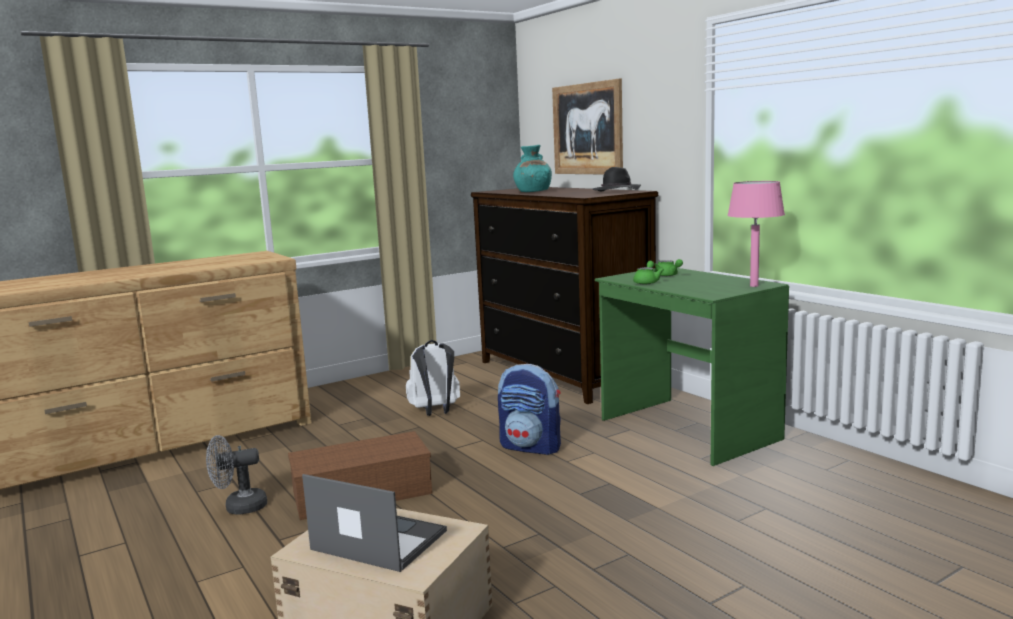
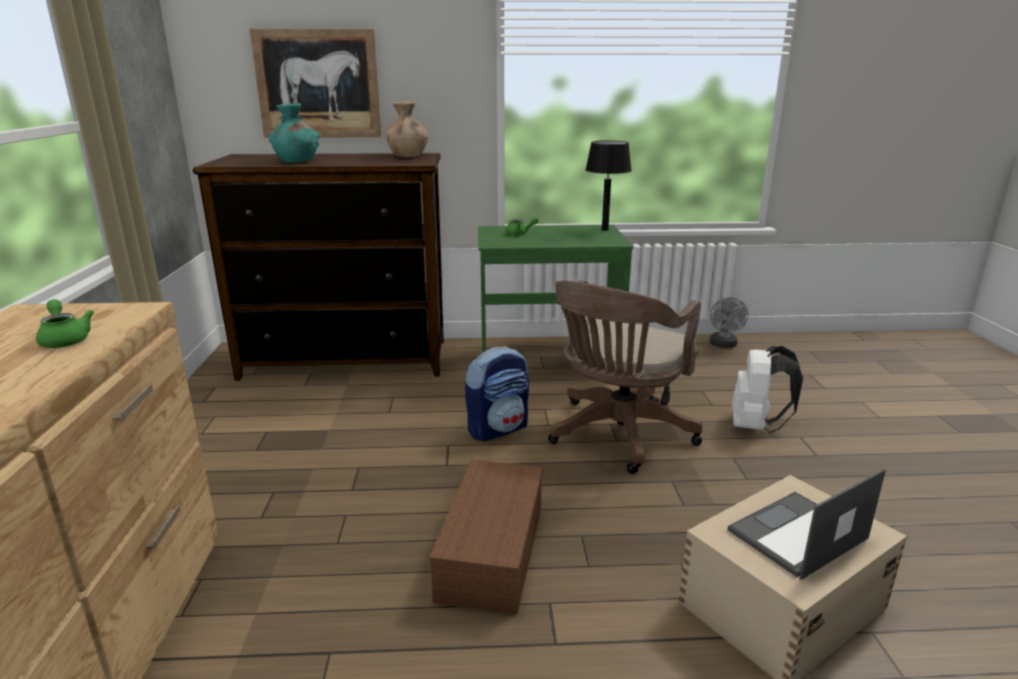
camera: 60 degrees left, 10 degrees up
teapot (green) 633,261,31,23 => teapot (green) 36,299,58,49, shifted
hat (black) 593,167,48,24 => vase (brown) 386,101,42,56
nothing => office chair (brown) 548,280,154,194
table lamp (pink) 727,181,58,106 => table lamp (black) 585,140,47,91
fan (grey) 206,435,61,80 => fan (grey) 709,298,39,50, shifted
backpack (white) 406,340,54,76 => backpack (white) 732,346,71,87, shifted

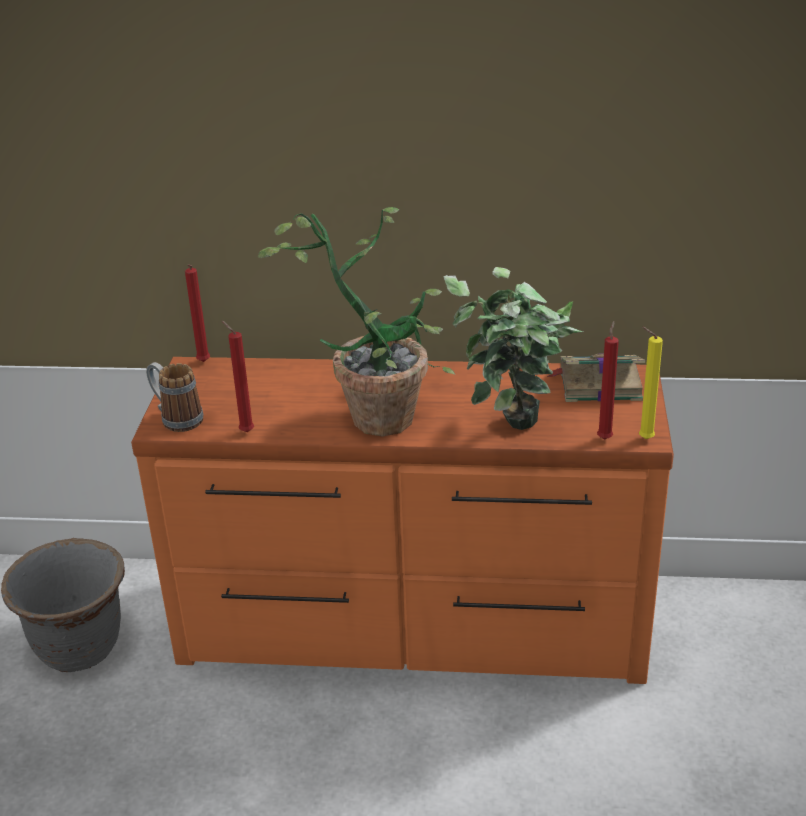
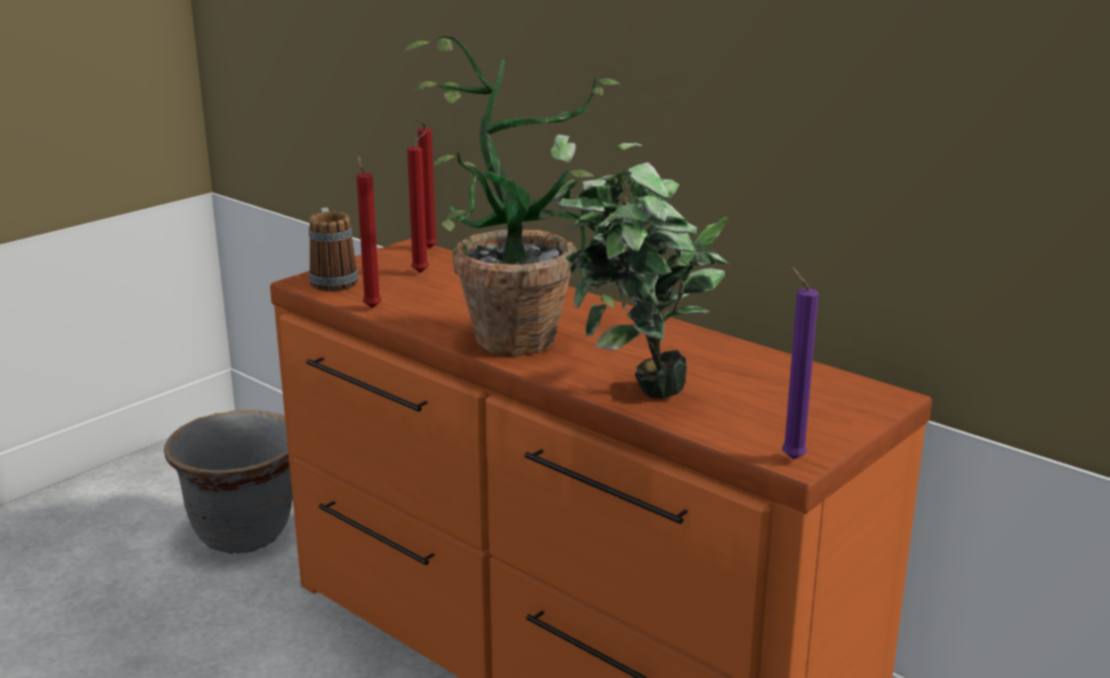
camera: 35 degrees right, 10 degrees down
candle (red) 597,321,22,118 => candle (red) 407,131,22,142, shifted
candle (yellow) 639,327,24,112 => candle (purple) 782,267,37,192
book 547,353,98,49 => nothing

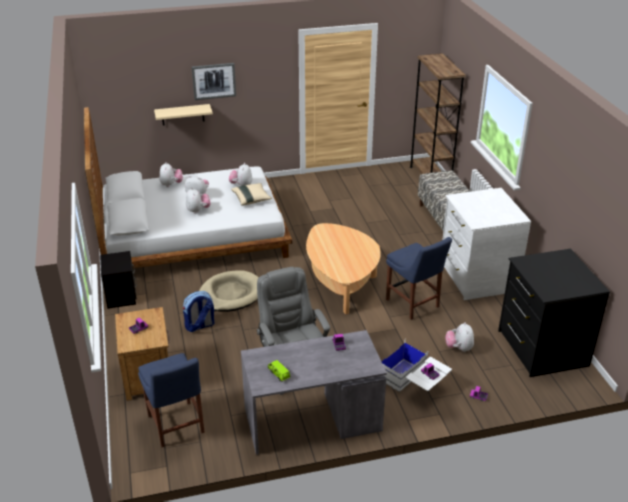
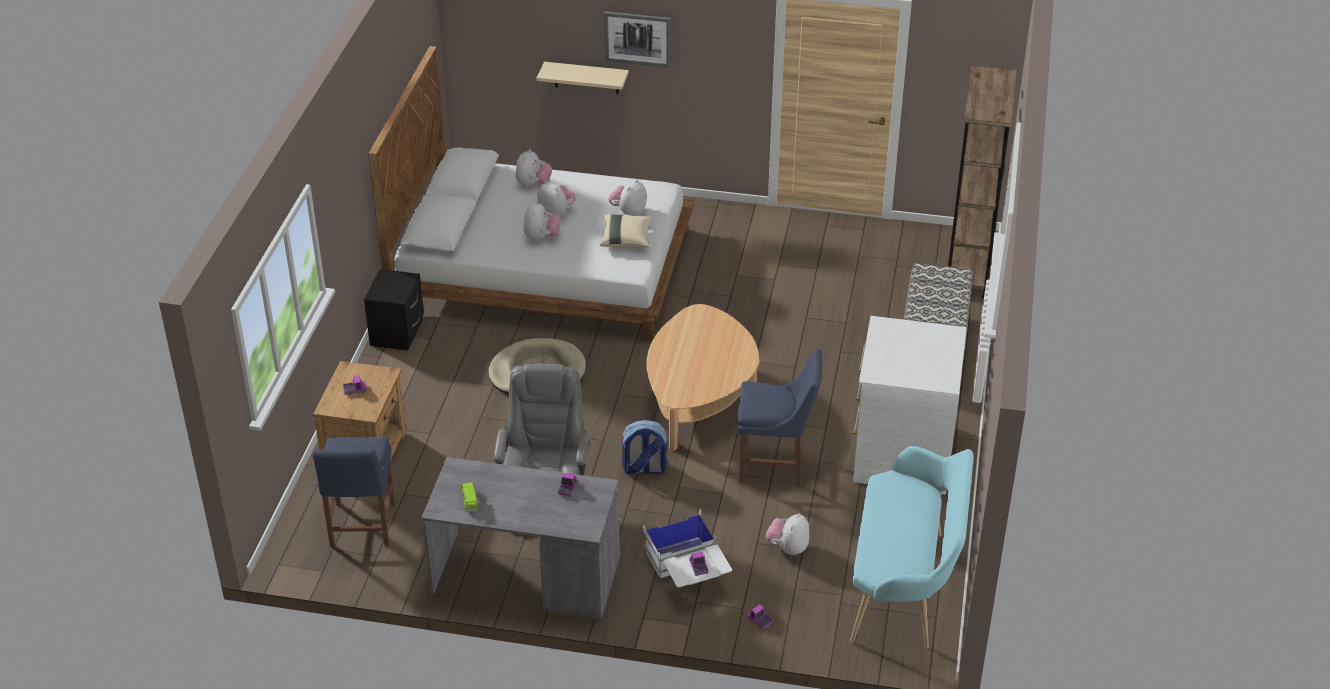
camera: 25 degrees right, 5 degrees up
backpack 183,291,31,41 => backpack 621,420,46,55, shifted
chair (blue) 386,237,66,83 => chair (blue) 737,349,85,138, 75 degrees counterclockwise
dresser (black) 498,249,112,128 => bench (turquoise) 850,446,124,202

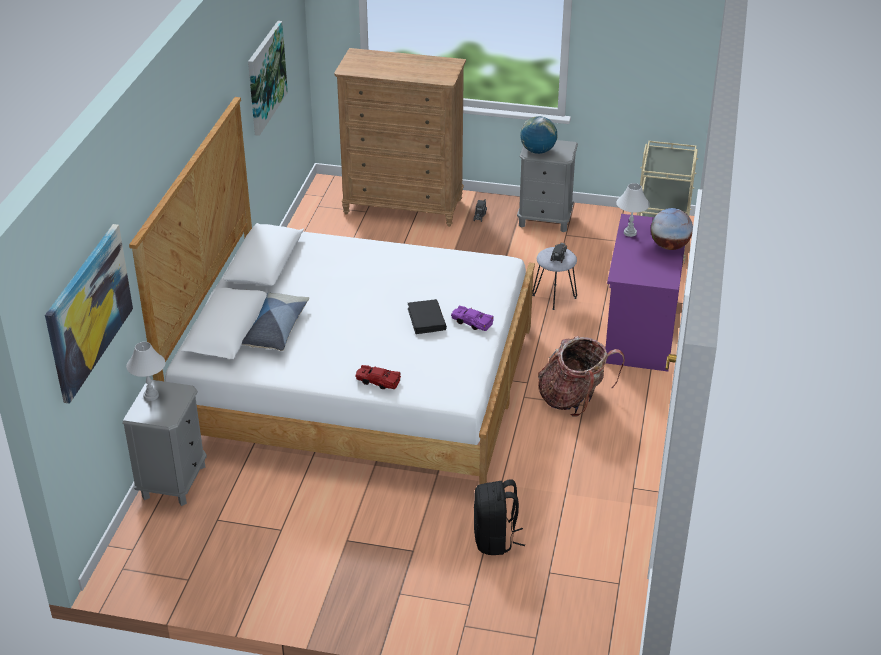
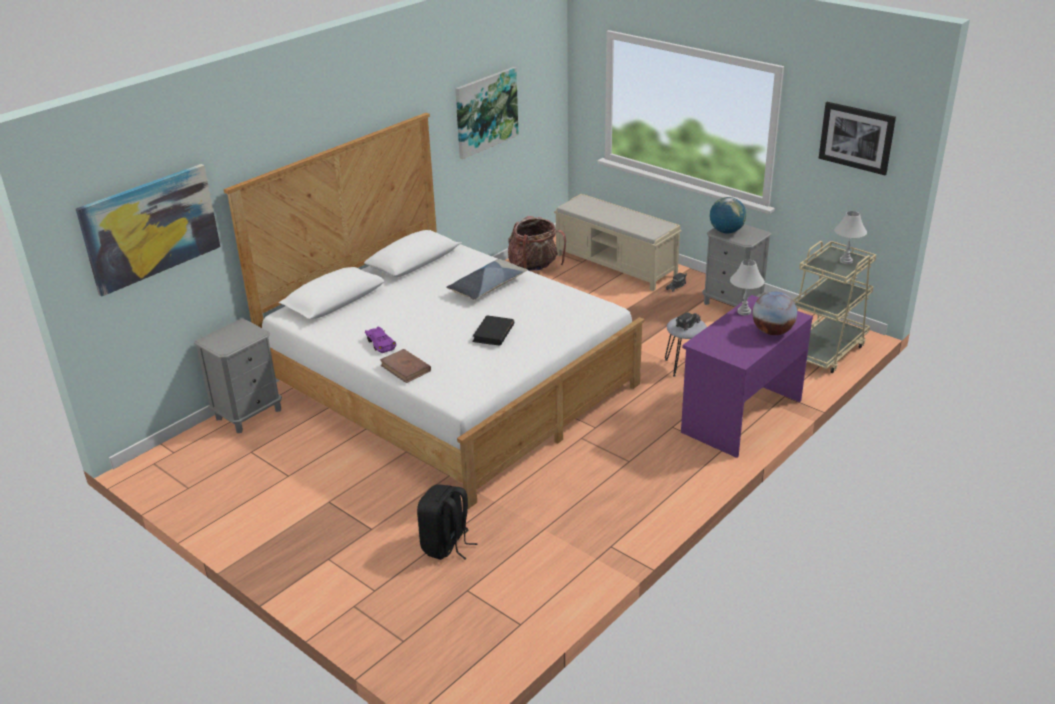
camera: 30 degrees right, 5 degrees down
toy car (purple) 451,306,43,25 => toy car (purple) 365,326,32,27, shifted
toy car (red) 355,365,46,24 => book (brown) 380,349,51,34
pillow 242,292,67,59 => pillow 446,259,82,41, shifted
backpack 538,336,87,81 => backpack 508,216,58,55, shifted
dresser (brown) 334,48,132,179 => bench (beige) 554,194,128,97
nothing => picture 819,102,77,73
table lamp (white) 126,342,39,59 => table lamp (white) 834,211,33,53, shifted

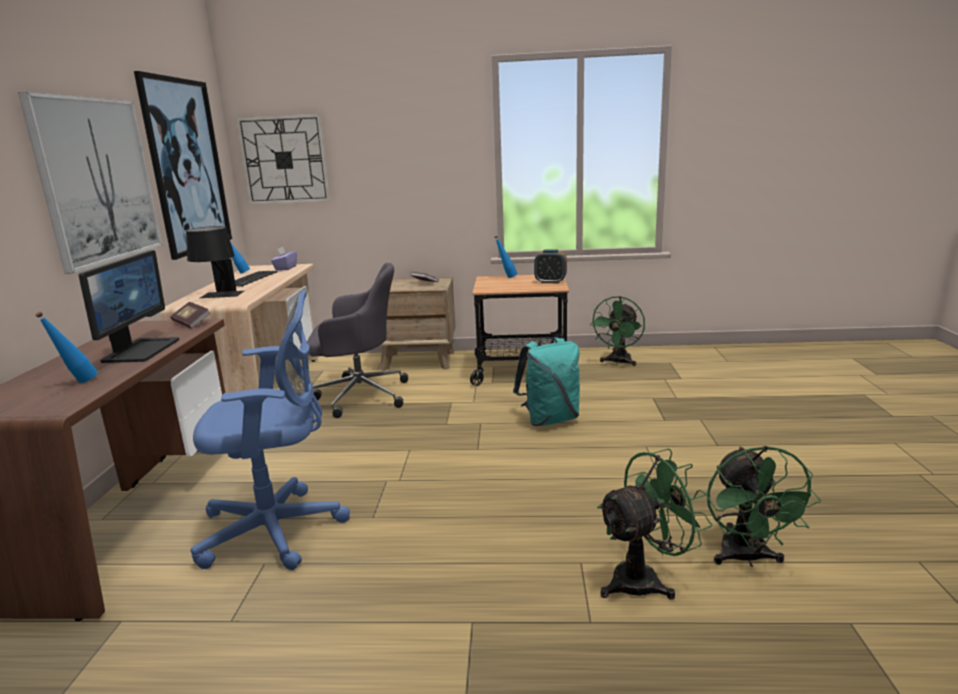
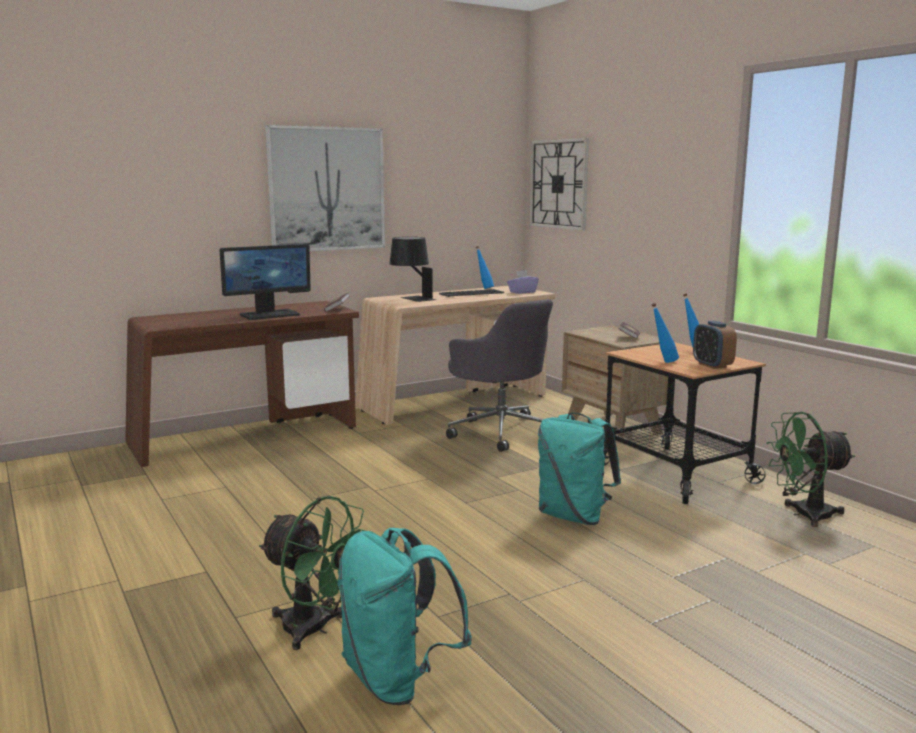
camera: 55 degrees right, 5 degrees down
fan (green) 707,446,114,121 => backpack (turquoise) 338,528,134,177
bottle (blue) 35,312,63,71 => bottle (blue) 652,303,27,60, shifted
picture 134,71,98,189 => nothing
office chair (blue) 190,290,160,280 => nothing

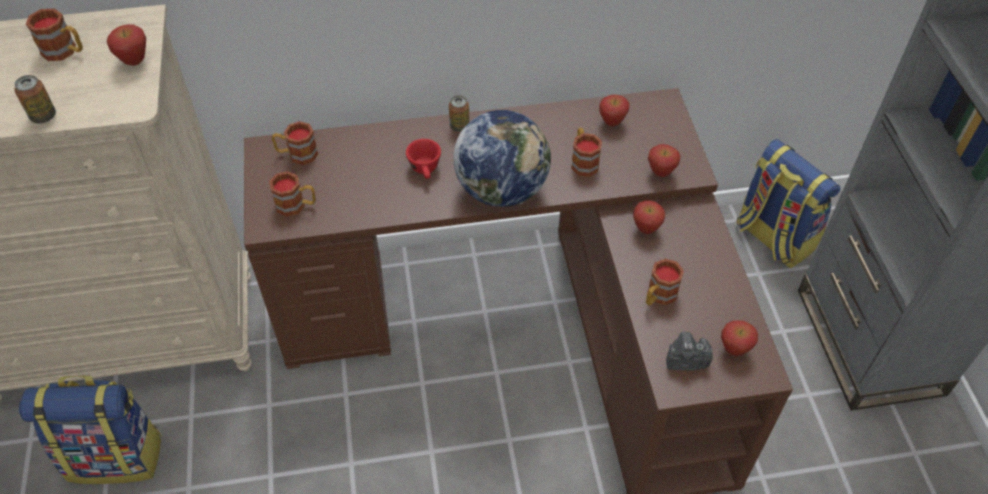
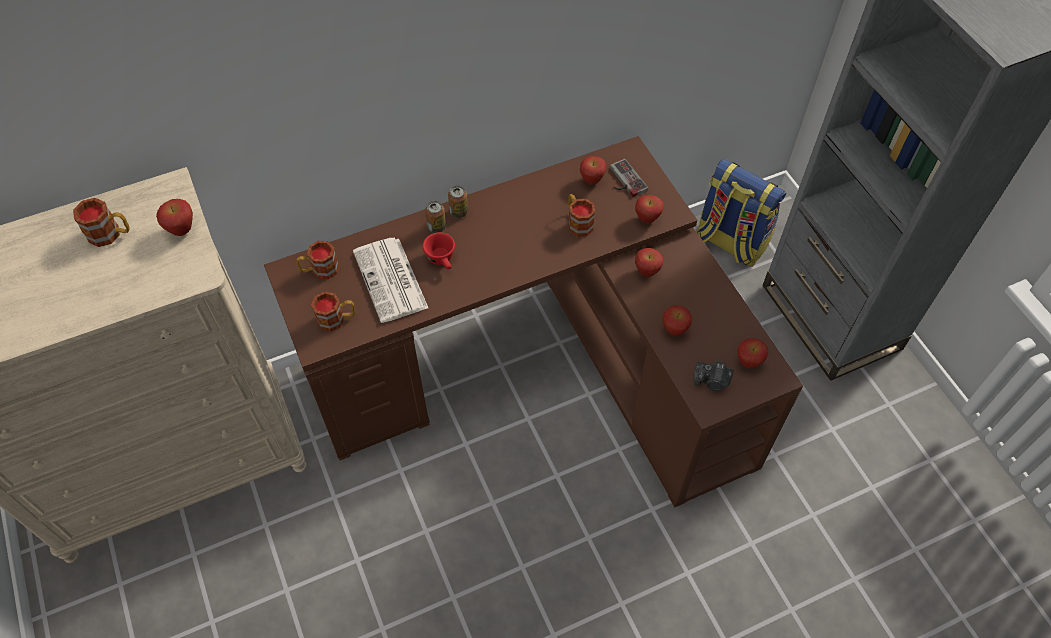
camera: 15 degrees left, 5 degrees up
nothing => newspaper 353,238,75,85
can 14,75,42,49 => can 425,201,21,32, shifted
nothing => game controller 610,159,38,38
mug 646,259,38,47 => apple 663,305,29,31
photo camera 666,332,47,38 => photo camera 693,361,41,30, 150 degrees counterclockwise
backpack 19,375,143,109 => nothing
globe 453,110,98,97 => nothing

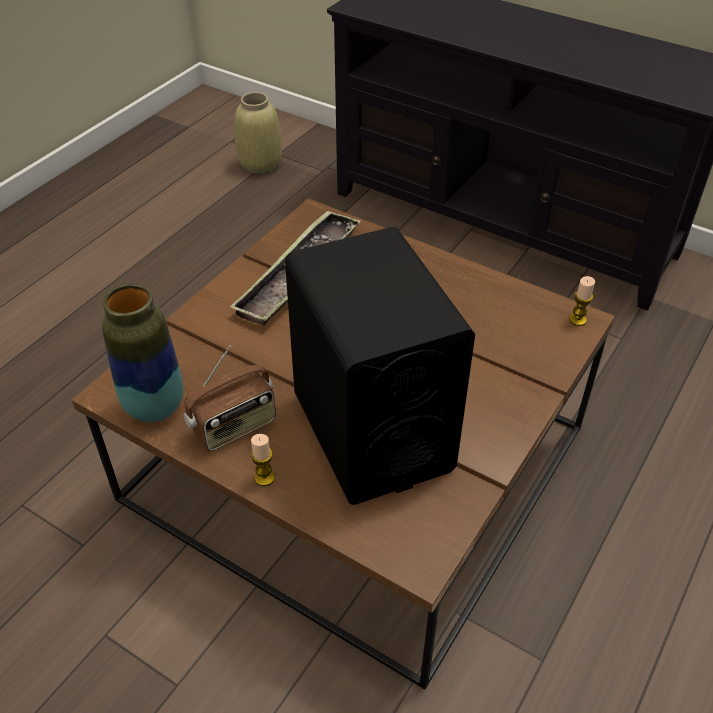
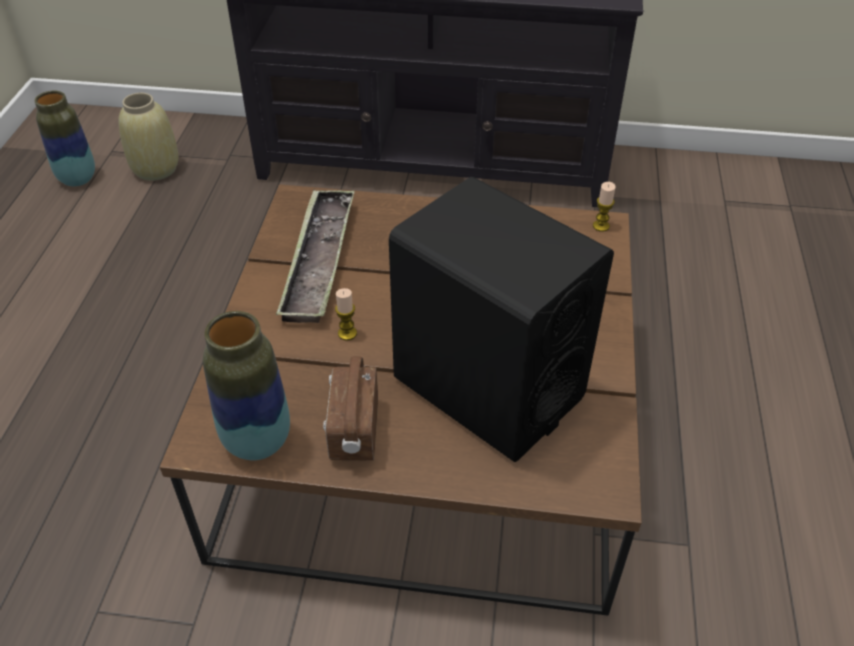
camera: 25 degrees left, 0 degrees up
nothing => vase 35,91,60,96
radio 183,346,93,105 => radio 323,356,55,104, 150 degrees clockwise
candle 251,434,24,52 => candle 335,288,22,52, shifted

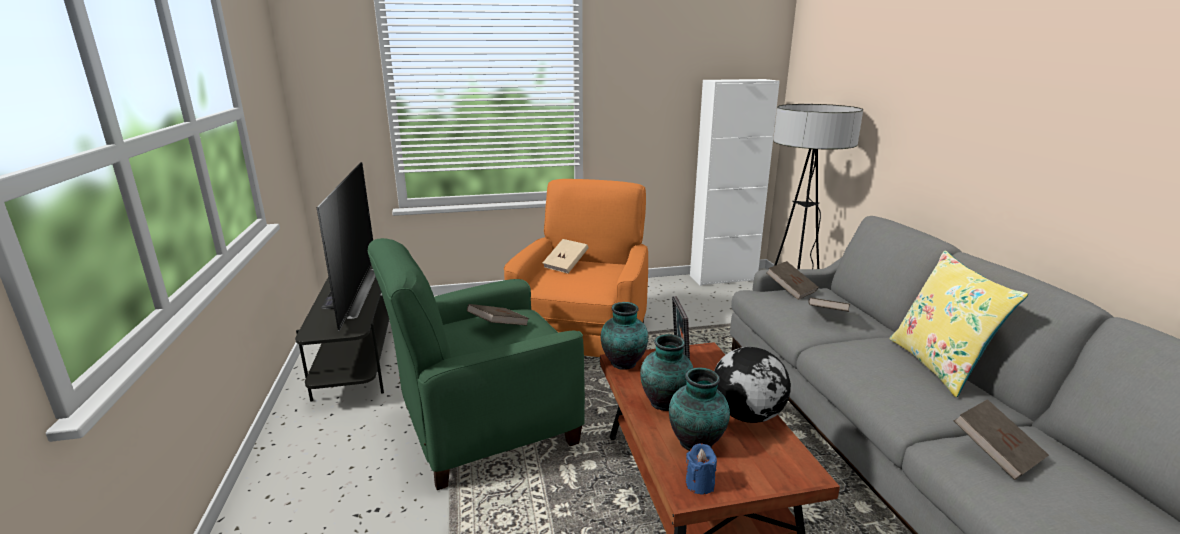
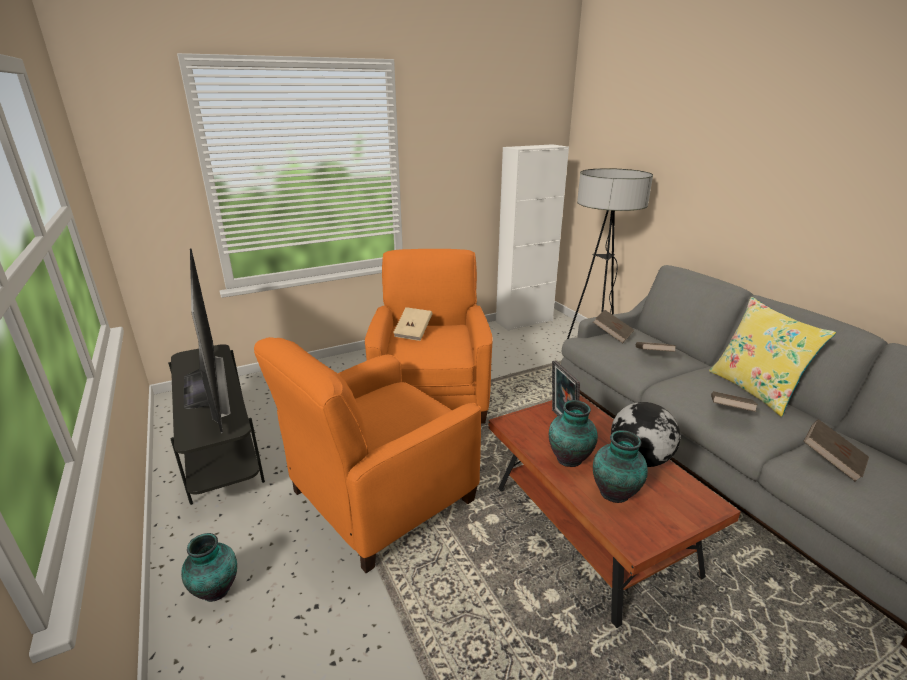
camera: 15 degrees left, 5 degrees up
vase 601,302,47,68 => vase 181,533,56,69, shifted
armchair (green) 368,238,217,252 => armchair (orange) 254,337,227,236
book (brown) 467,304,62,22 => book (brown) 711,391,47,21, shifted
candle (blue) 686,443,31,51 => nothing

